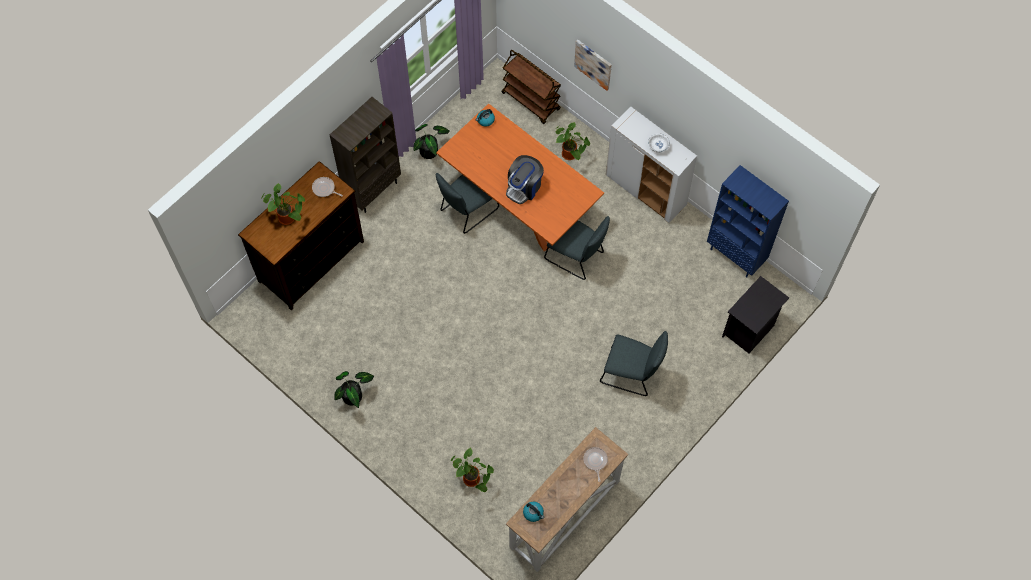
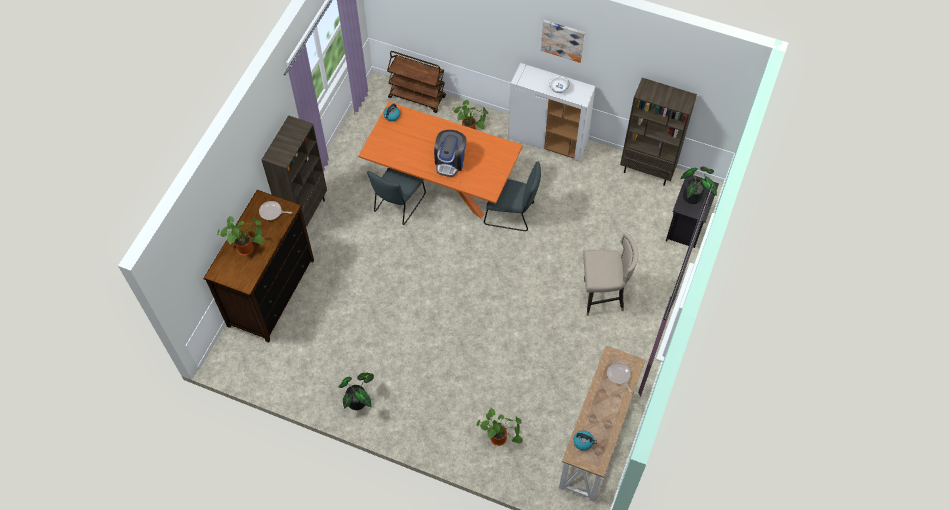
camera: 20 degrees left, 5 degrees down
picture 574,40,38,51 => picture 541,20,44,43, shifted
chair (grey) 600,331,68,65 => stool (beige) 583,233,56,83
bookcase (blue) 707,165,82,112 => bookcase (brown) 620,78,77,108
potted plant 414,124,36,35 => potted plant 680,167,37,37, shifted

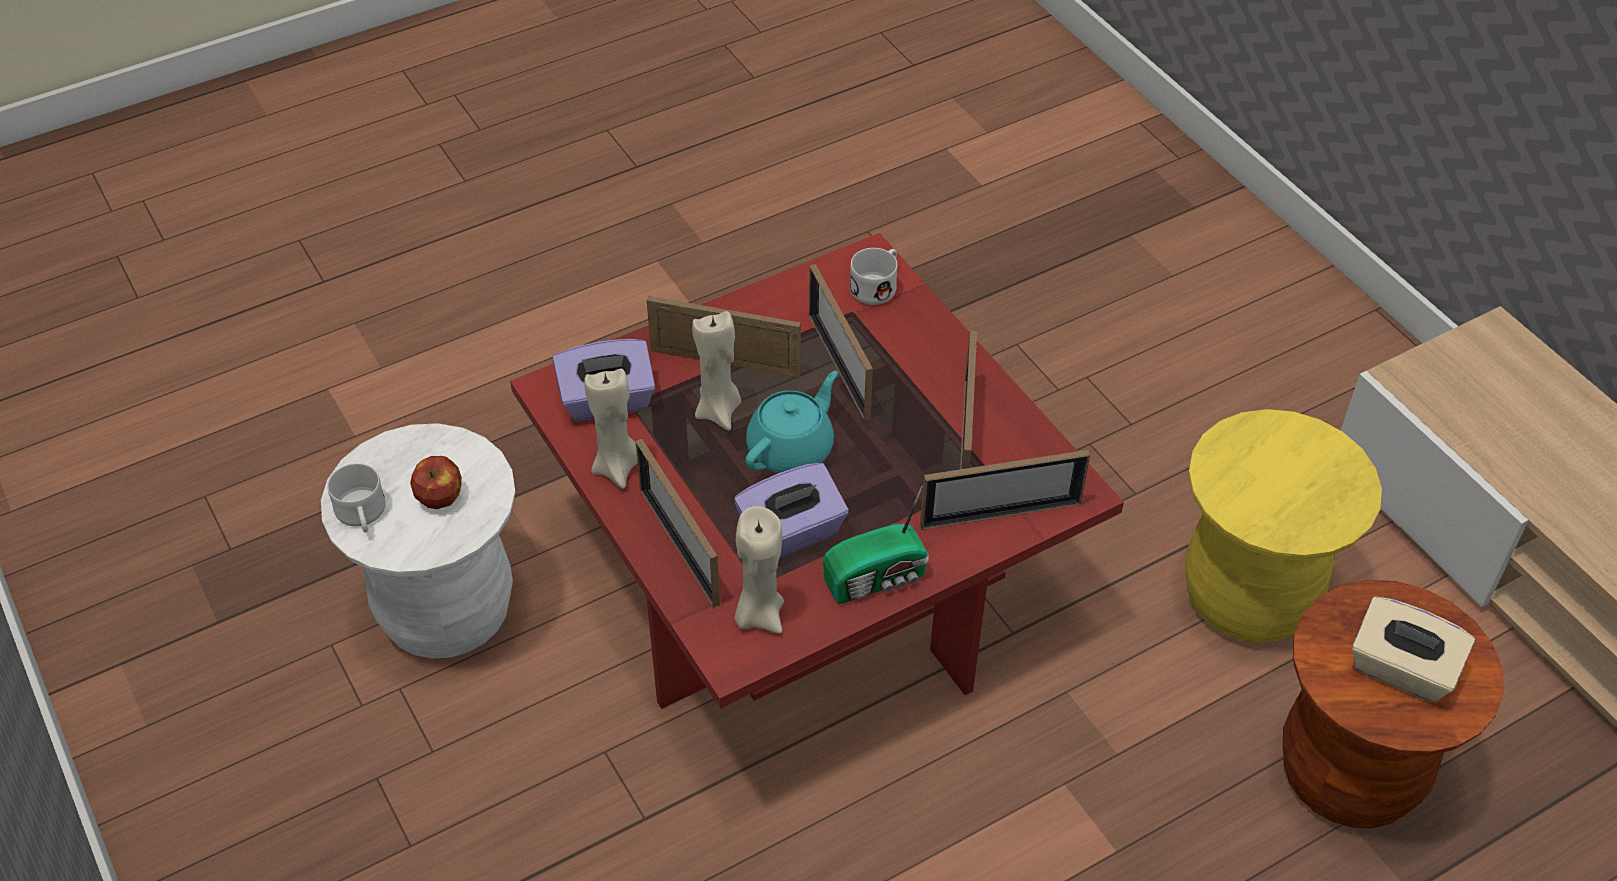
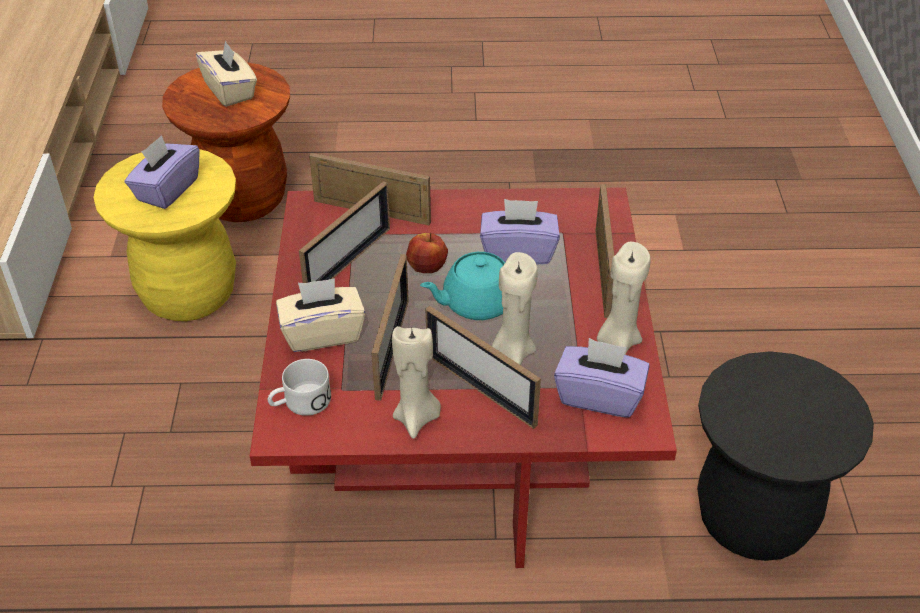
camera: 150 degrees left, 5 degrees down
nothing => tissue box (purple) 125,135,74,74
nothing => tissue box (beige) 276,278,89,74
candle (beige) 735,506,49,128 => candle (beige) 392,326,49,113, shifted
apple 410,456,52,53 => apple 406,233,42,40, shifted
stool (white) 321,423,194,236 => stool (black) 697,351,177,210
mug (white) 327,463,59,70 => nothing
radio 823,485,106,119 => nothing

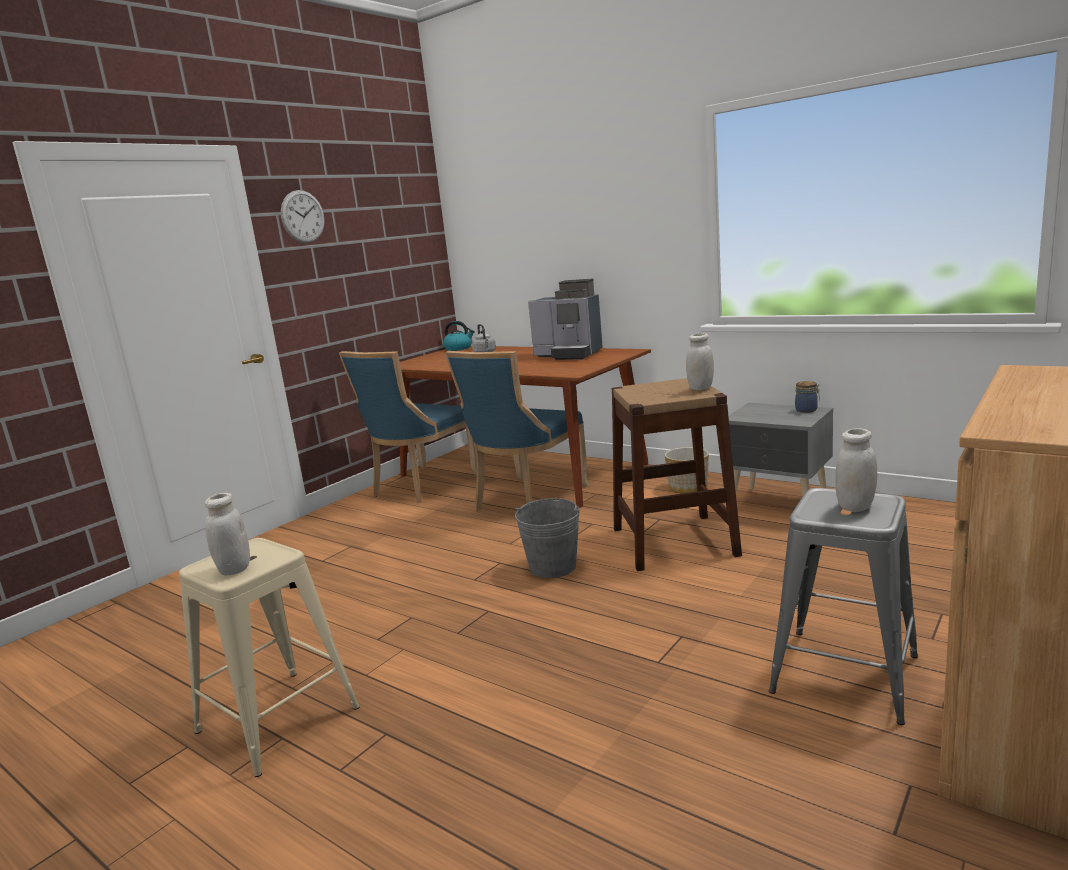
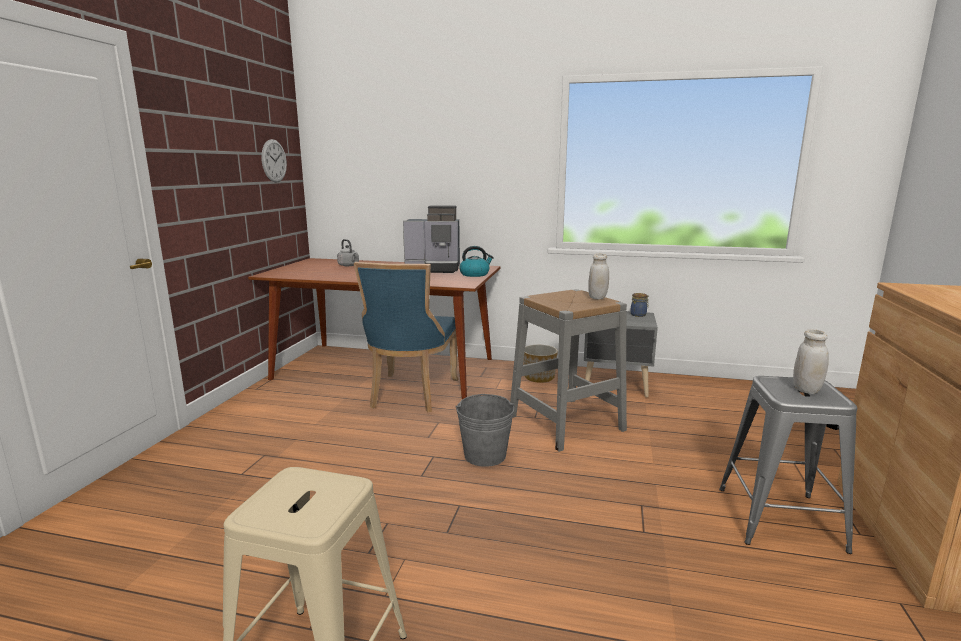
camera: 25 degrees left, 0 degrees up
wall clock 281,190,44,53 => wall clock 261,139,26,44, shifted
kettle 443,321,32,30 => kettle 459,246,35,31, shifted
stool (brown) 612,378,130,193 => stool (grey) 510,289,117,163
jar (white) 205,493,45,82 => nothing
chair (blue) 339,351,138,153 => nothing

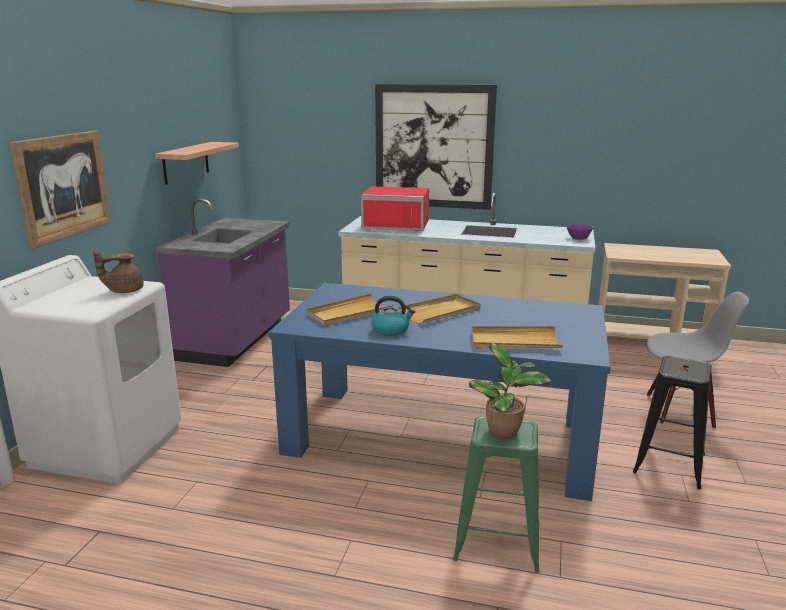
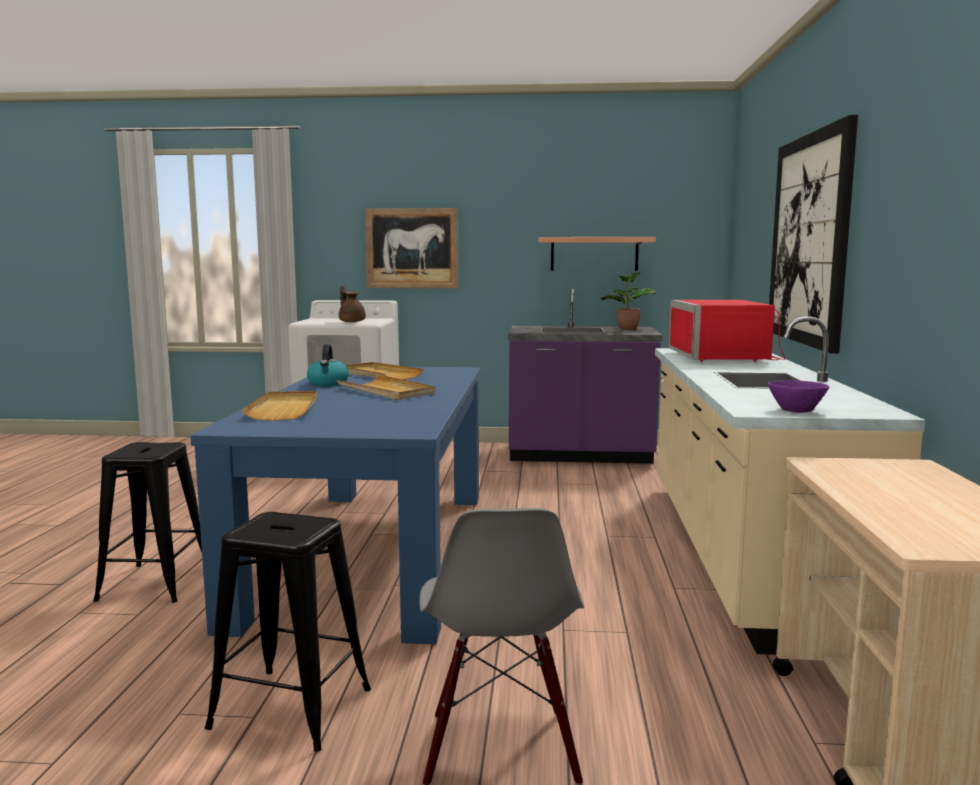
camera: 80 degrees right, 10 degrees down
stool (green) 453,416,87,157 => stool (black) 93,442,109,161
potted plant 469,343,82,96 => potted plant 600,272,57,58, shifted

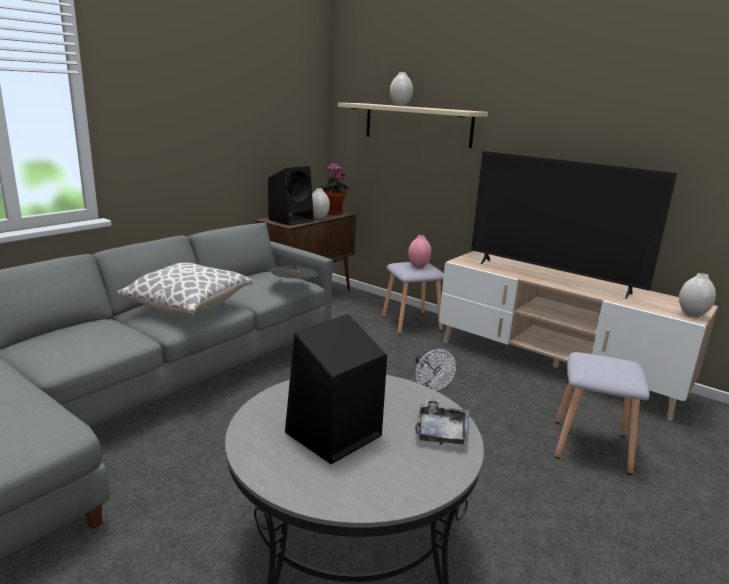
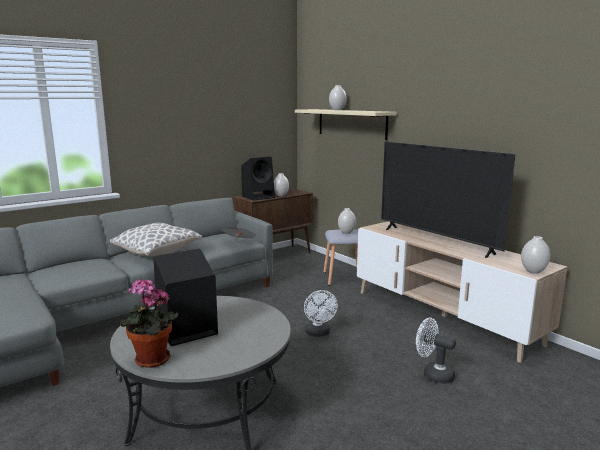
camera: 15 degrees right, 5 degrees down
potted plant 322,162,28,52 => potted plant 120,279,58,89, shifted
vase (pink) 408,235,24,33 => vase (white) 338,208,18,26
stool (grey) 555,352,95,123 => fan (white) 416,318,40,66
tray (grey) 415,398,54,47 => nothing

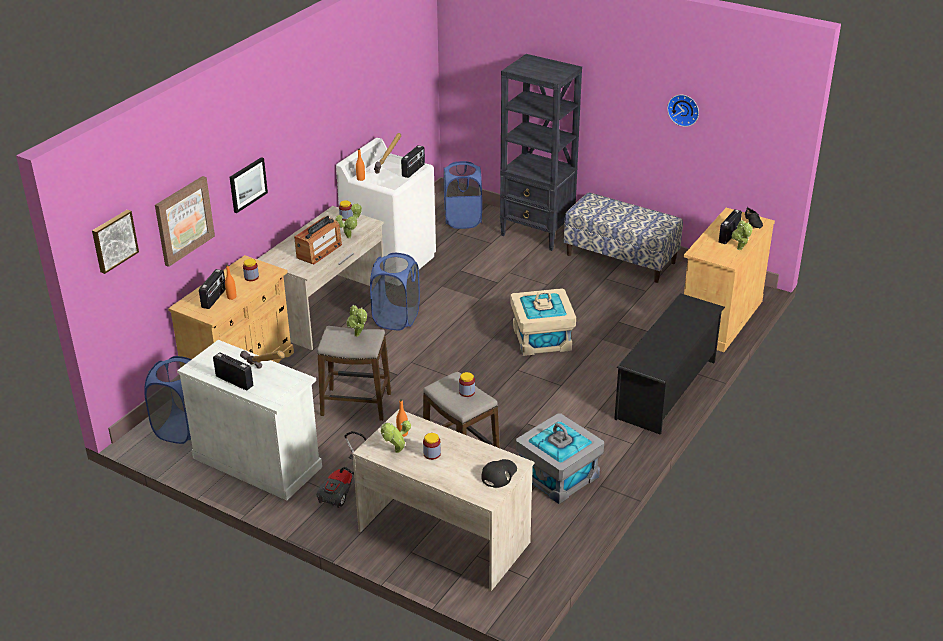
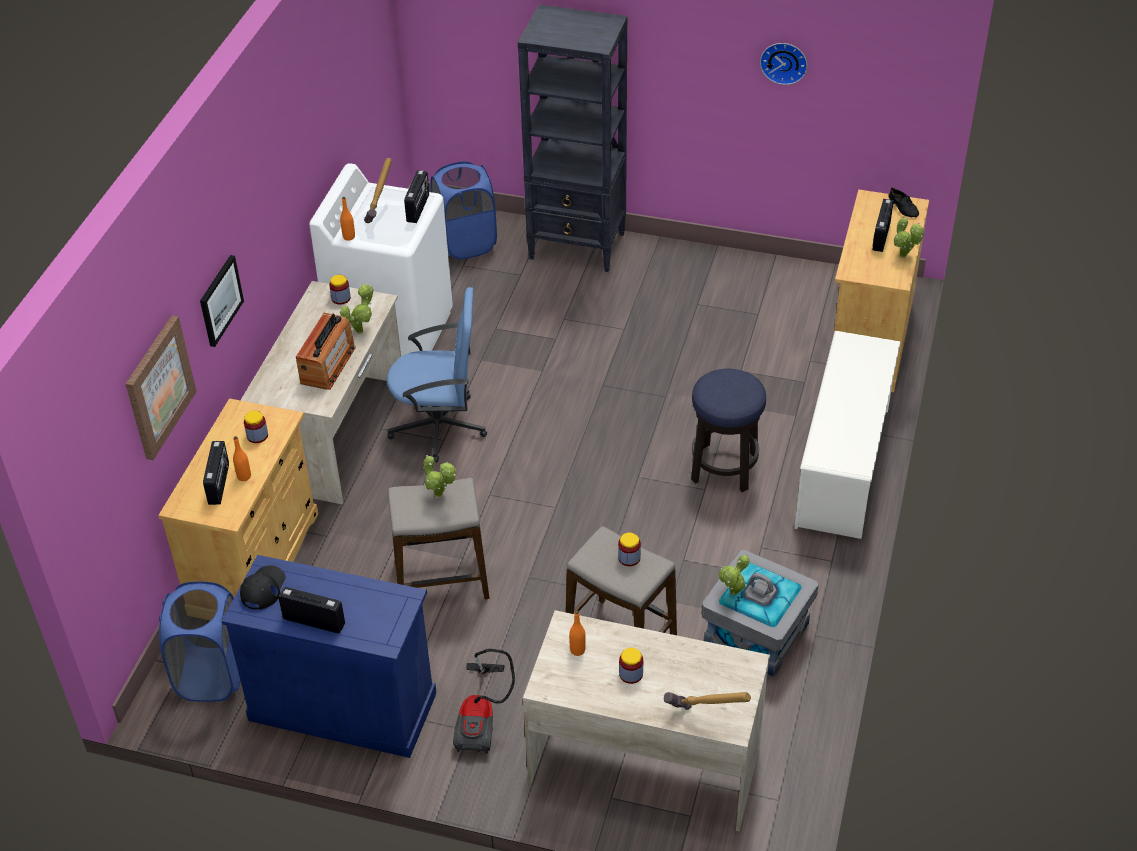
camera: 15 degrees left, 10 degrees up
cabinet (white) 177,340,145,161 => cabinet (blue) 222,555,215,203
cap (black) 481,459,36,29 => cap (black) 240,565,45,45, shifted
laundry basket (blue) 370,253,50,77 => office chair (blue) 386,287,101,175
hammer 240,350,45,18 => hammer 664,692,87,18, shifted
nothing => stool 691,369,75,123
potted plant 381,420,30,33 => potted plant 719,554,30,41, shifted
shoe rack (black) 614,293,111,142 => shoe rack (white) 794,331,107,208
picture 92,210,47,64 => nothing
storage box (beige) 510,288,66,68 => nothing
bench 564,193,119,90 => nothing

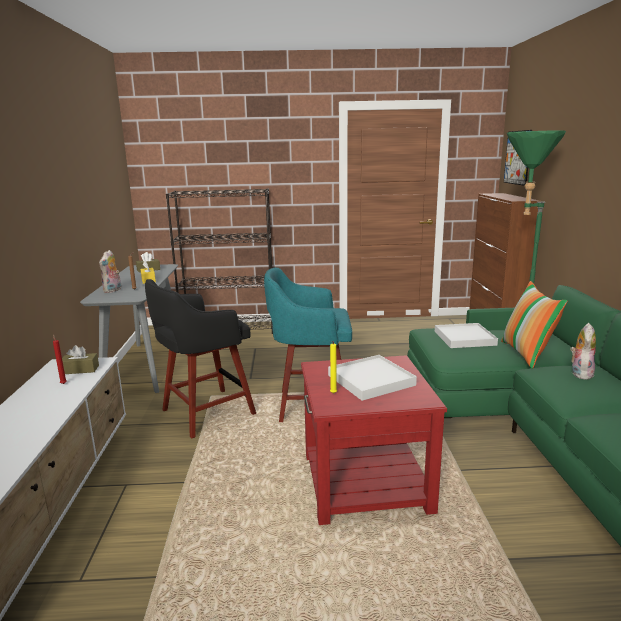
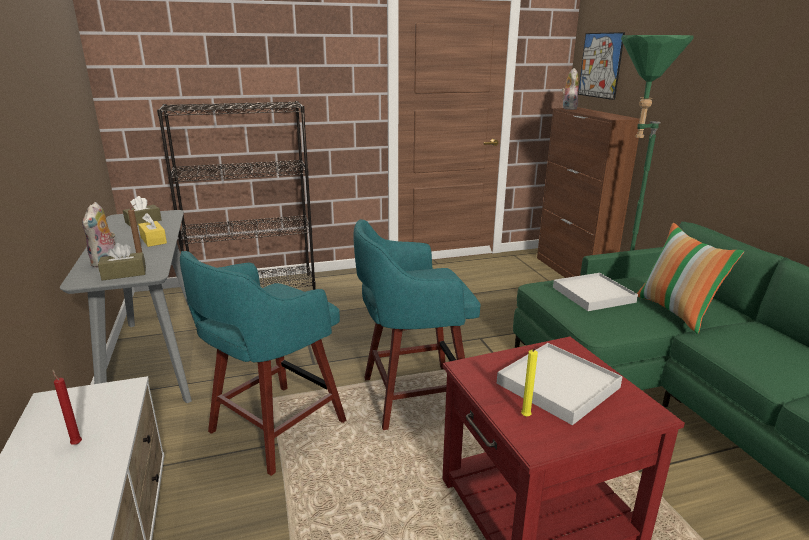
camera: 15 degrees left, 5 degrees up
tissue box (brown) 62,345,37,29 => tissue box (brown) 98,243,48,38, shifted
stool (black) 145,279,111,160 => stool (turquoise) 180,251,166,225
plush toy 570,323,26,57 => plush toy 562,68,17,42, shifted

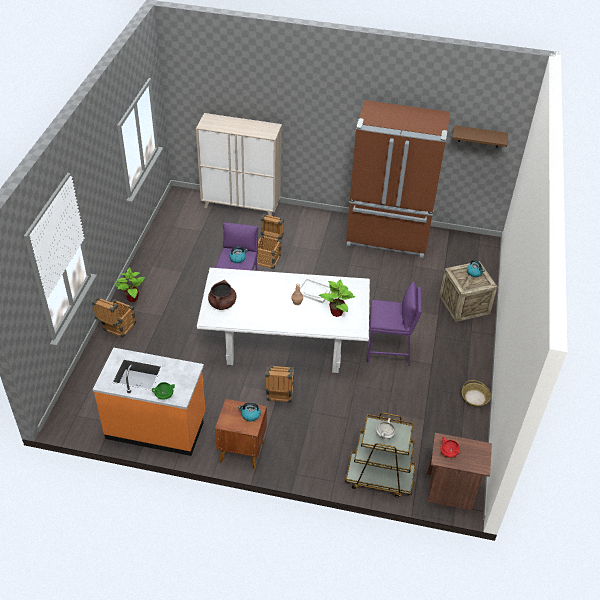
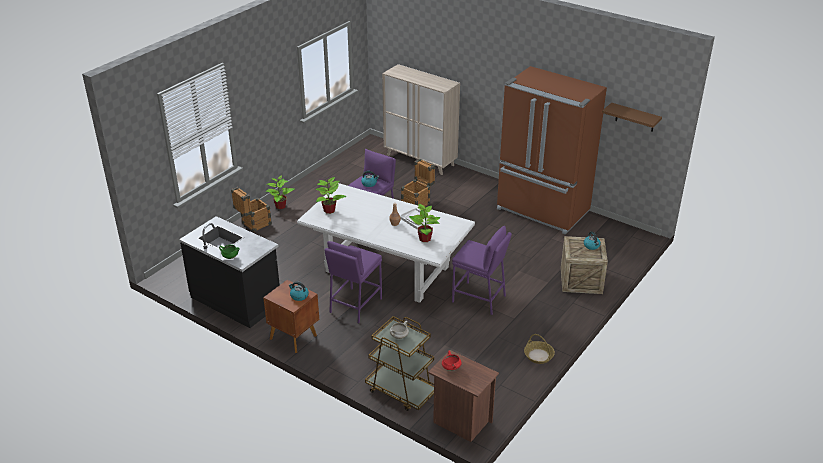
camera: 25 degrees right, 10 degrees down
counter (orange) 93,348,112,108 => counter (black) 179,216,101,112
cooking pot (brown) 208,280,28,30 => potted plant 315,177,32,37
crate 265,365,29,38 => stool (purple) 325,241,57,82

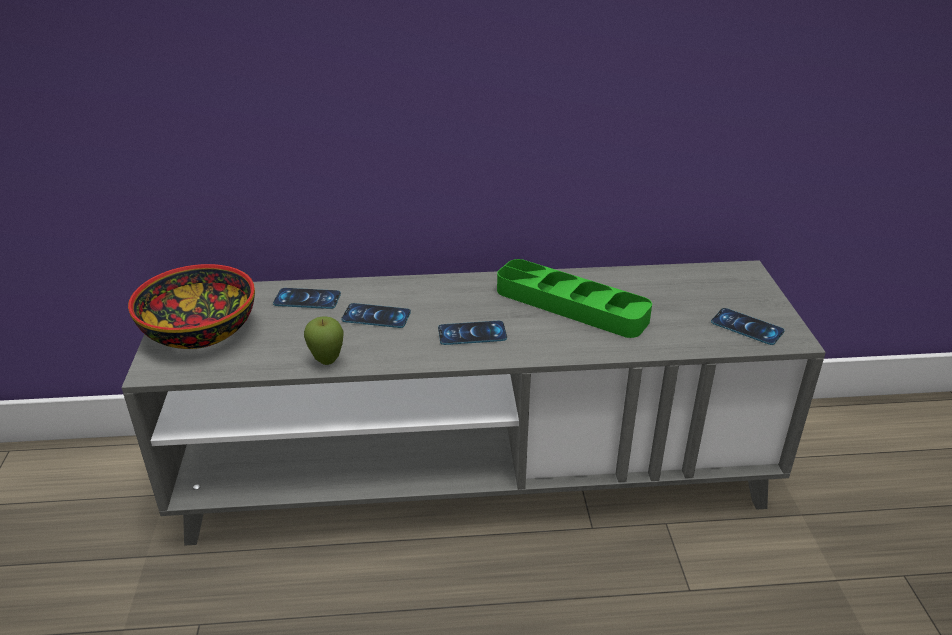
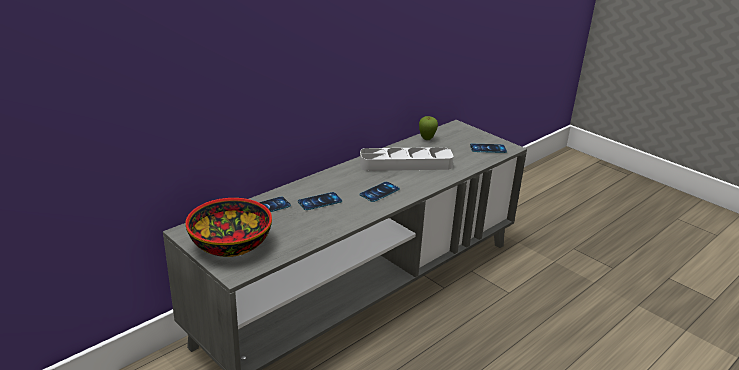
camera: 40 degrees left, 5 degrees down
tray (green) 497,259,155,79 => tray (grey) 360,147,94,24
apple 304,317,40,48 => apple 419,116,19,24, shifted

